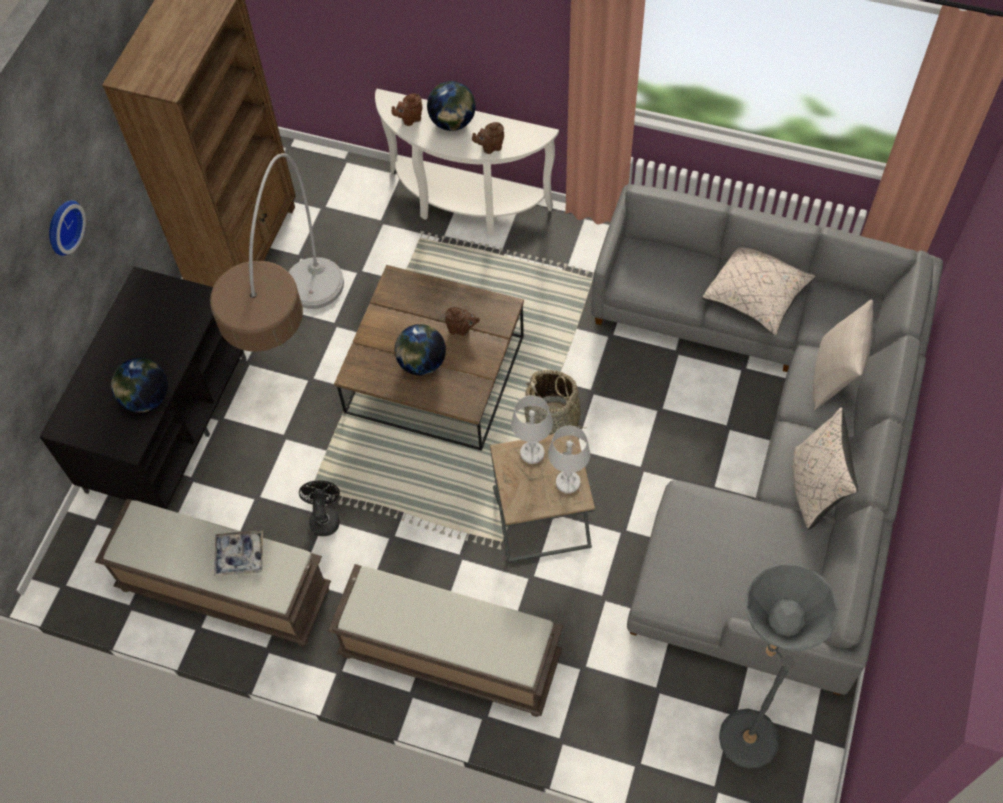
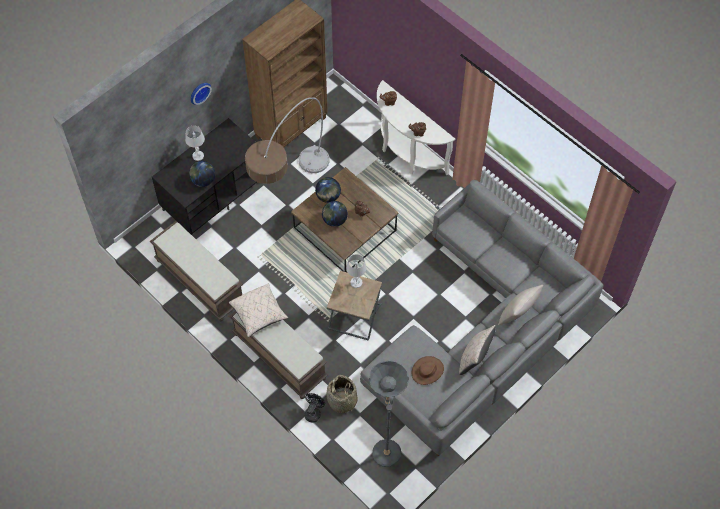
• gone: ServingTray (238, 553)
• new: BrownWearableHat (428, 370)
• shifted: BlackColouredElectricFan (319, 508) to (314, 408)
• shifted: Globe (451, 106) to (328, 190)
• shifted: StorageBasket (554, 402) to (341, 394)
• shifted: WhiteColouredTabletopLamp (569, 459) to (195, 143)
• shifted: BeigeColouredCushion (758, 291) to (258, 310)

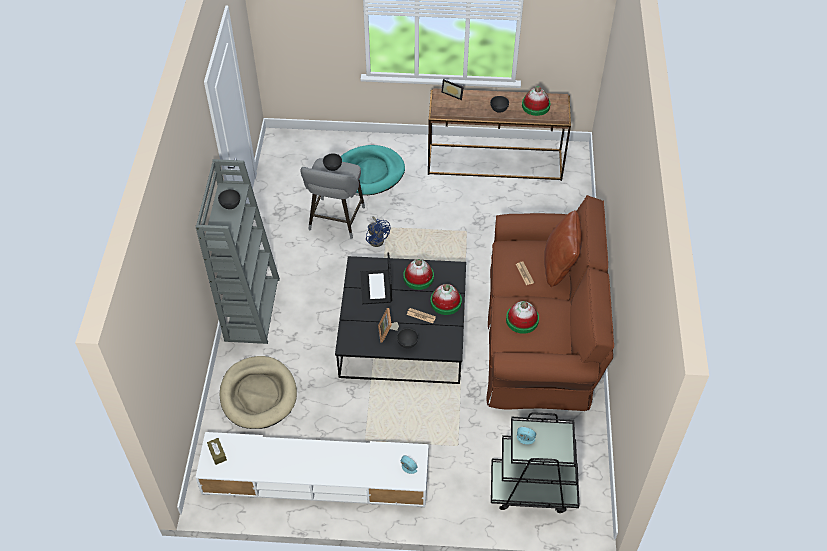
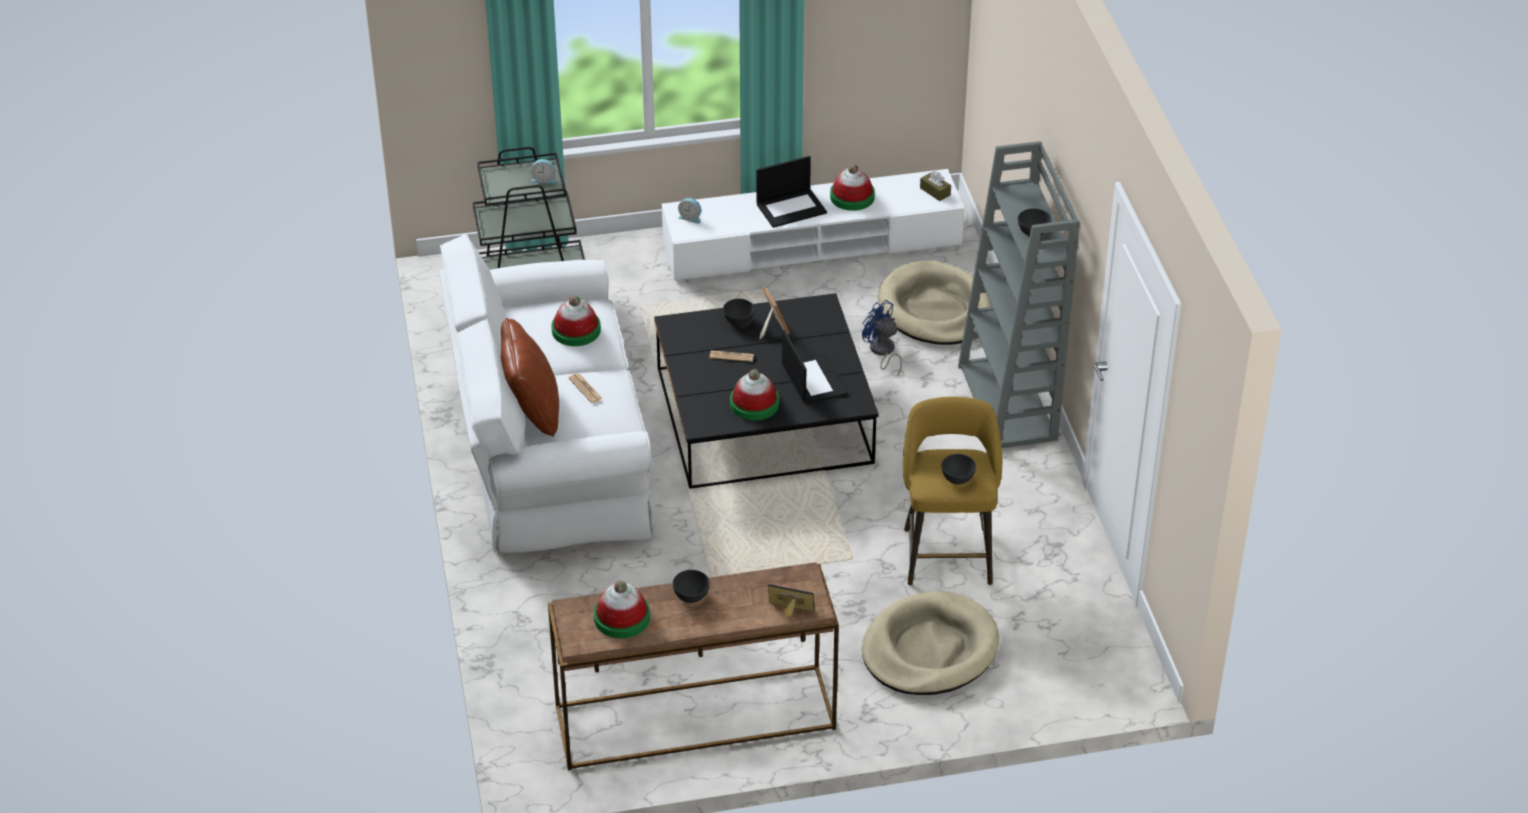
• new: Laptop (791, 192)
• shifted: BlueElectricFan (378, 231) to (882, 338)
• shifted: WearableHat (446, 299) to (852, 187)
• repainted: GrayStool (333, 198) to YellowishStool (952, 491)
• repainted: BlueGreenDogBed (373, 170) to BeigeColouredDogBed (930, 643)
• repainted: BrownCouch (550, 303) to WhiteColouredCouch (546, 393)

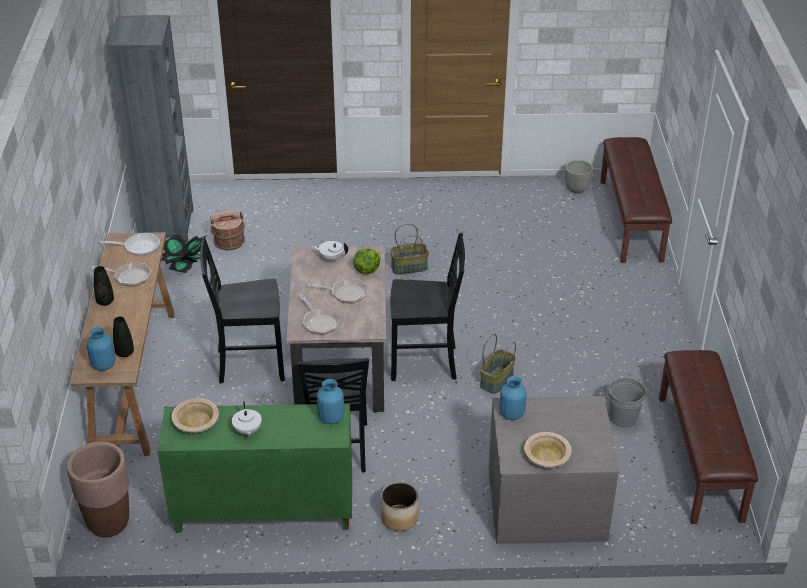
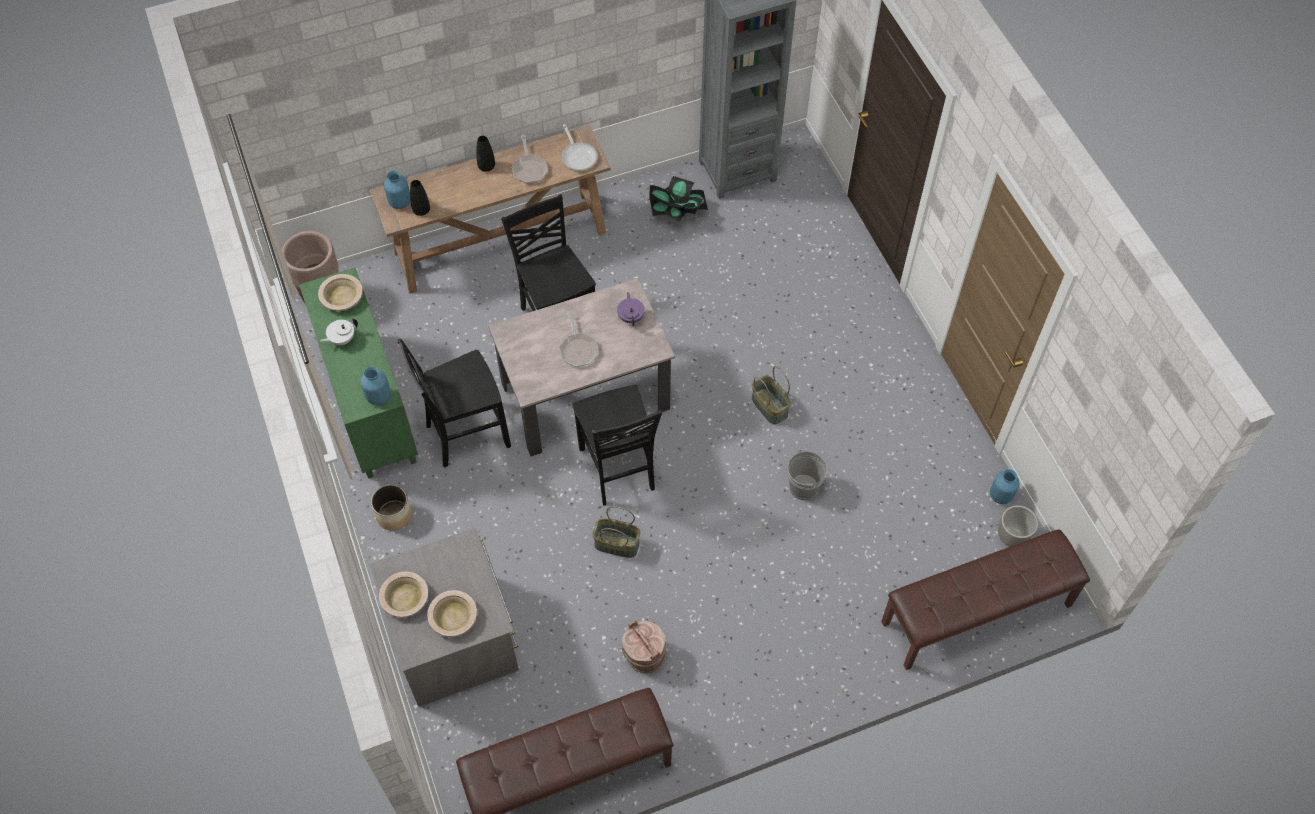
• gone: Pan (320, 314)
• gone: HeadOfLettuce (367, 261)
• new: BeigeColouredDeepDish (452, 613)
• shifted: BrownWaterBucket (227, 230) to (644, 646)
• shifted: BlueVase (513, 398) to (1005, 486)
• shifted: GrayWaterBucket (627, 402) to (807, 475)
• repainted: WhiteColouredPotForTea (330, 251) to PurplishPotForTea (631, 309)

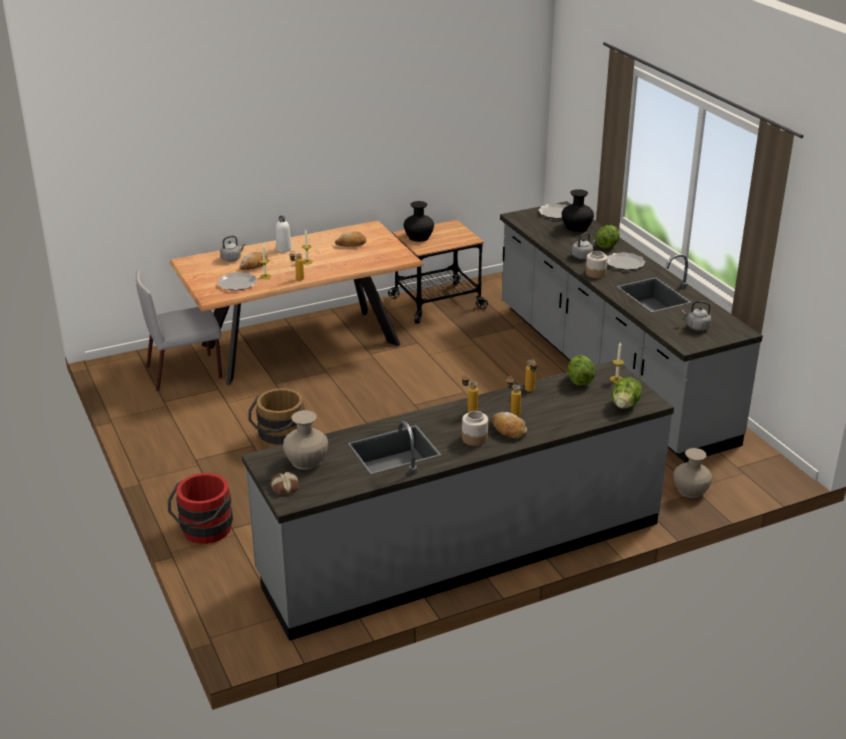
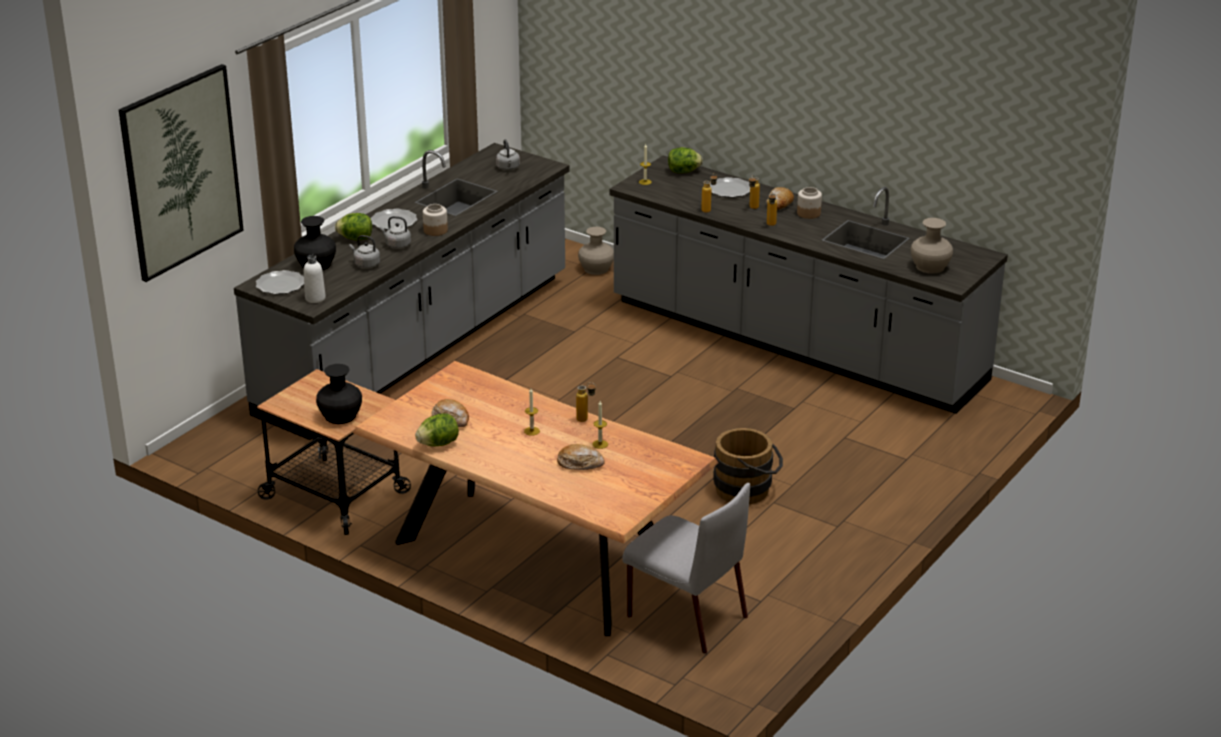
• gone: RedWaterBucket (200, 508)
• gone: Bread (284, 483)
• new: Picture (181, 173)
• shifted: DinnerPlate (237, 281) to (730, 187)
• shifted: GrayTeaKettle (233, 248) to (364, 252)
• shifted: WhiteColouredDrinkBottle (284, 234) to (315, 279)
• shifted: HeadOfLettuce (581, 370) to (437, 430)

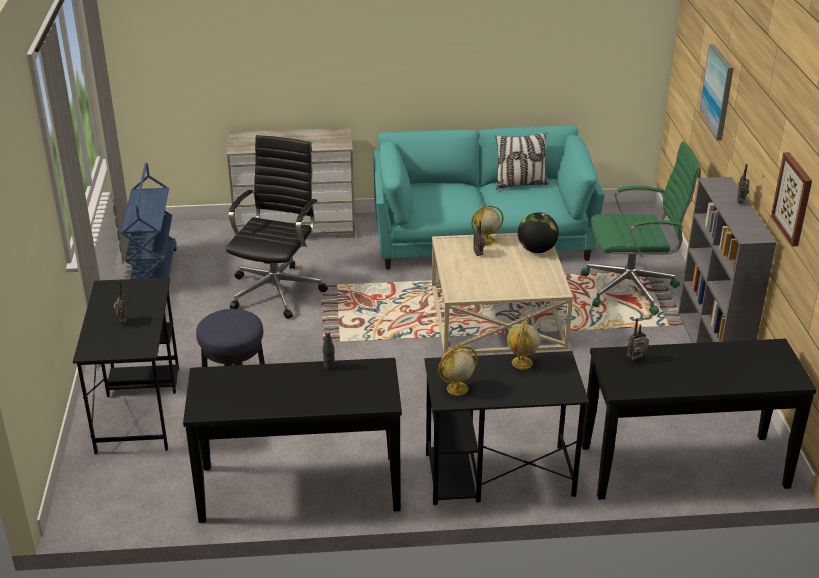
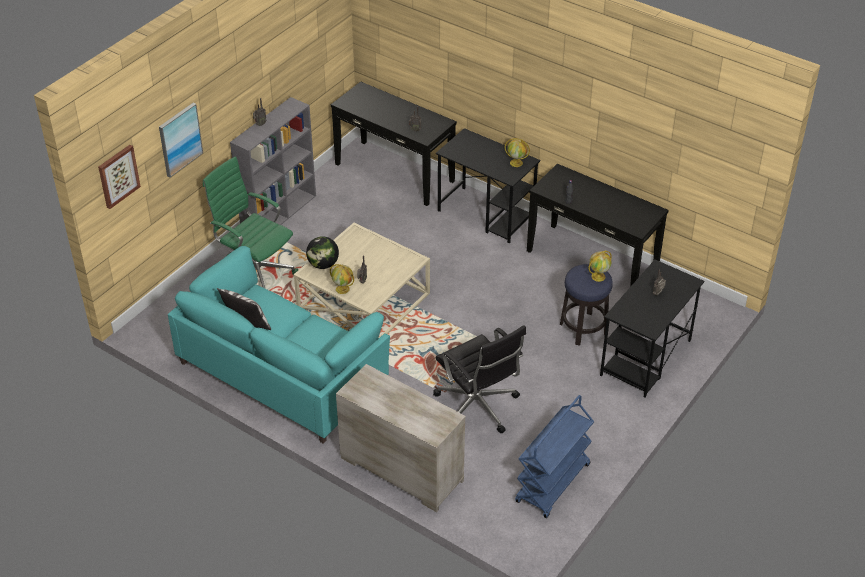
• shifted: Globe (523, 344) to (600, 266)
• shifted: Picture (791, 199) to (119, 177)
• rotated: BlackColouredComputerChair (277, 227) = (479, 379) 90 degrees counterclockwise

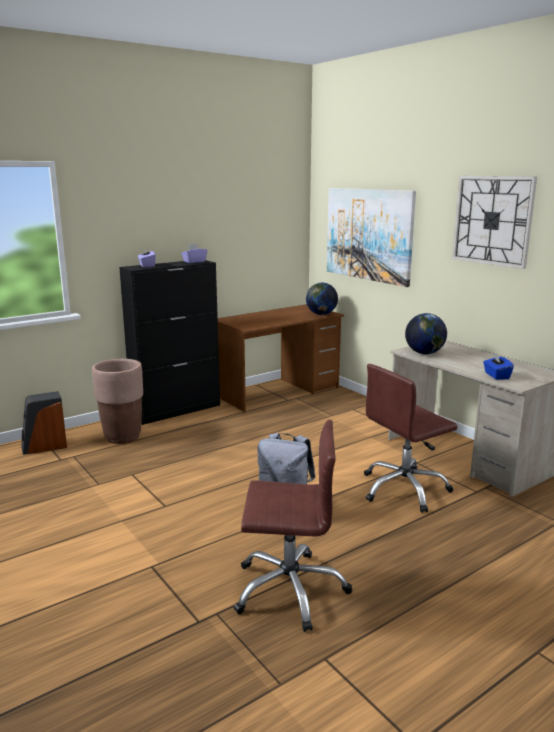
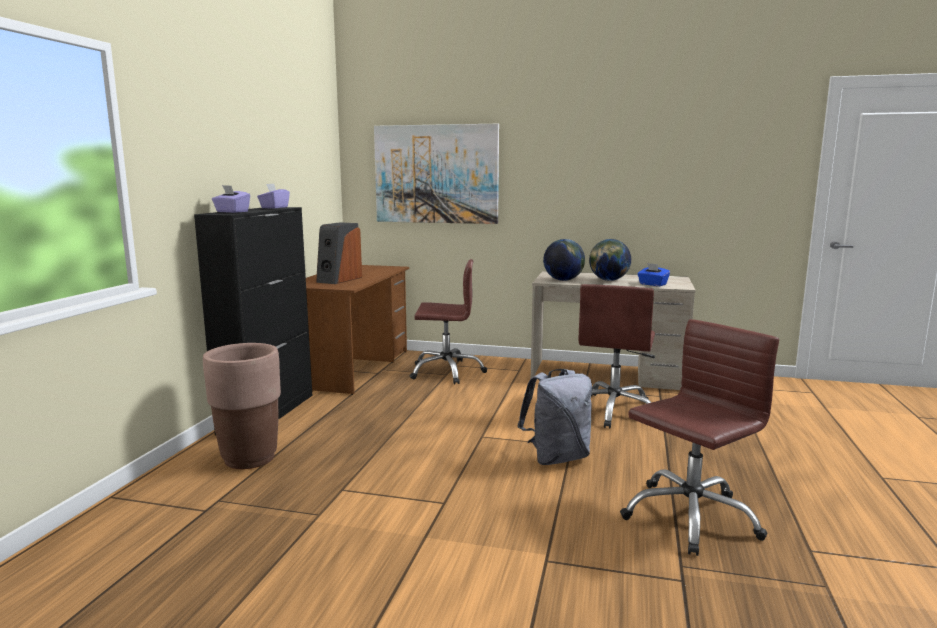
• gone: WallClock (494, 222)
• new: BrownComputerChair (448, 321)
• shifted: AudioSpeaker (44, 423) to (339, 253)
• shifted: Globe (322, 298) to (610, 260)

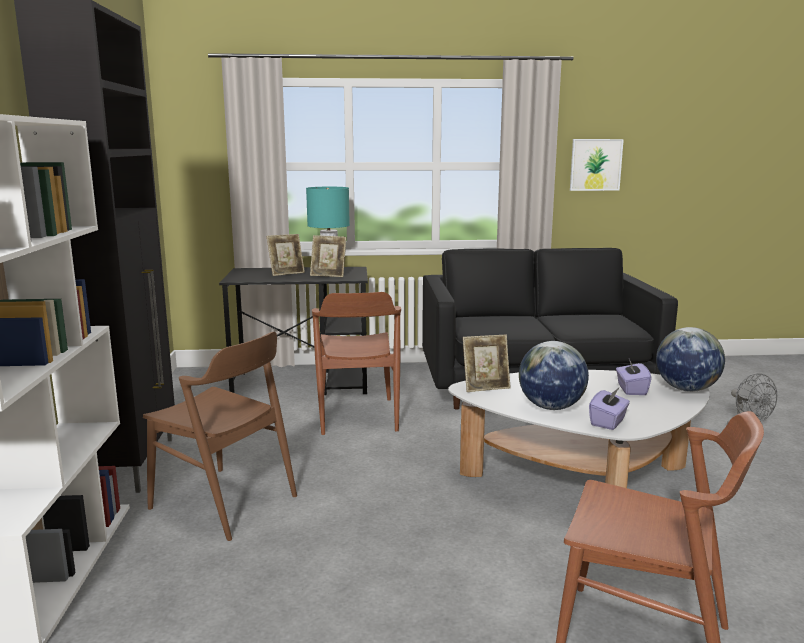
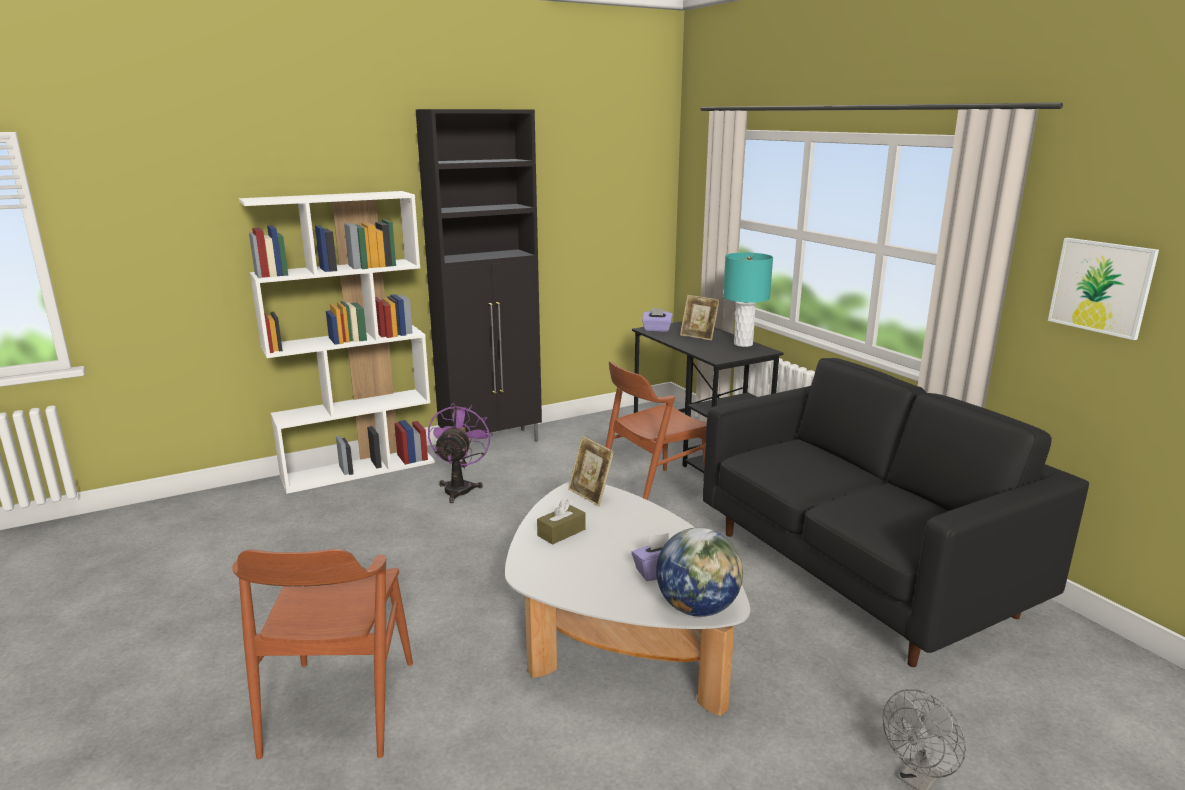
• gone: PhotoFrame (328, 256)
• shifted: PurplishBoxOfTissues (609, 409) to (657, 320)
• swapped: BrownUprightChair (220, 436) to PurplishElectricFan (460, 453)
• swapped: Globe (554, 375) to BrownBoxOfTissues (561, 522)

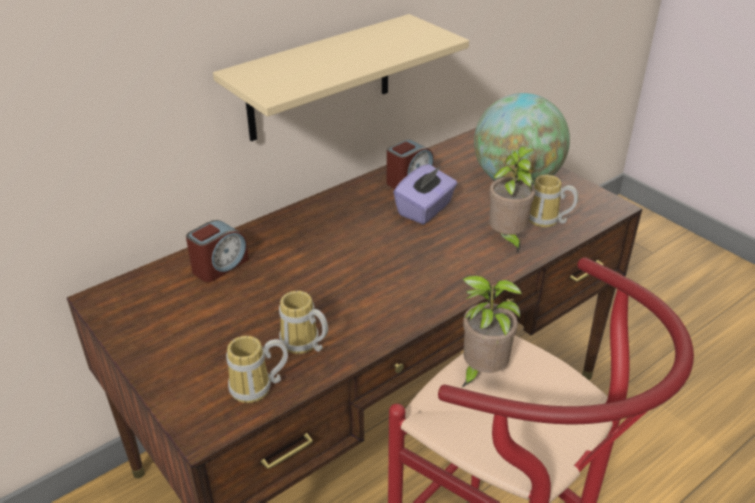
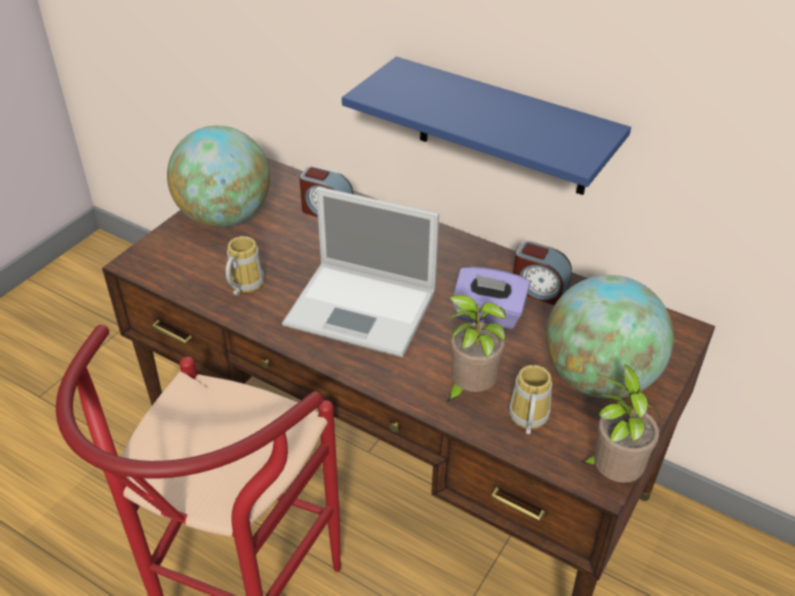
• gone: CoffeeMug (257, 369)
• new: Globe (218, 176)
• new: Laptop (360, 272)
• shifted: Houseplant (491, 331) to (621, 423)
• repainted: BeigeColouredWallShelf (341, 77) to BlueWallShelf (486, 126)

